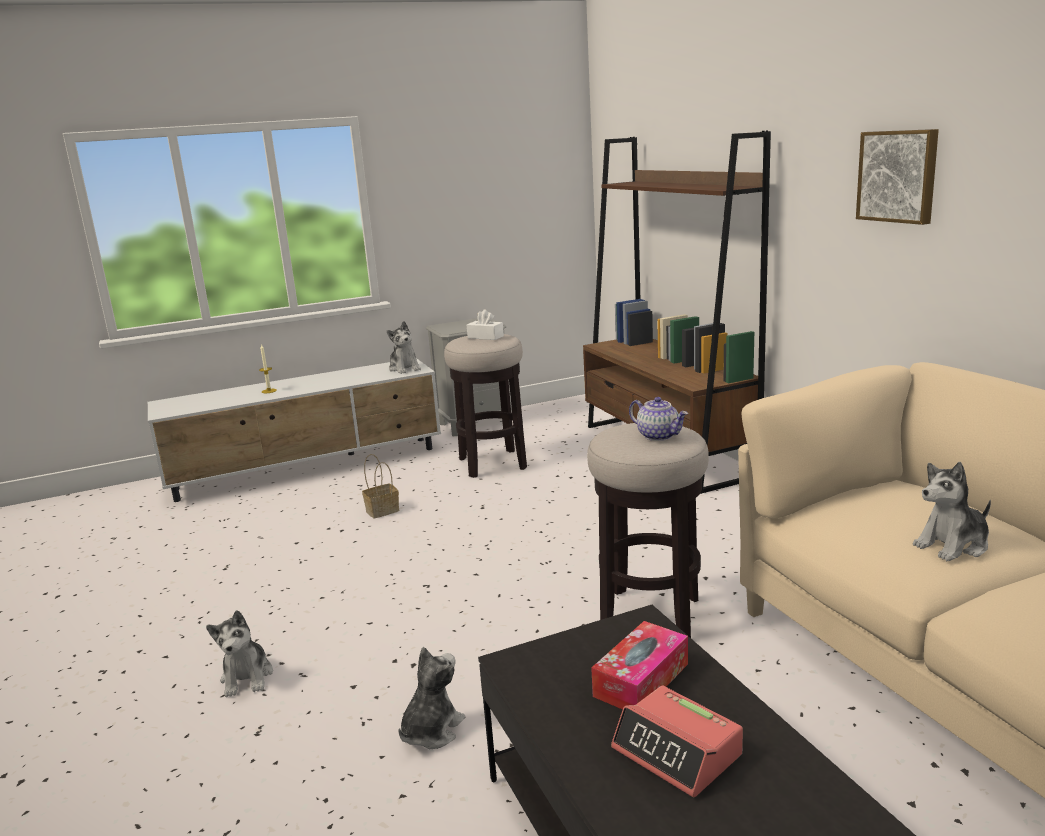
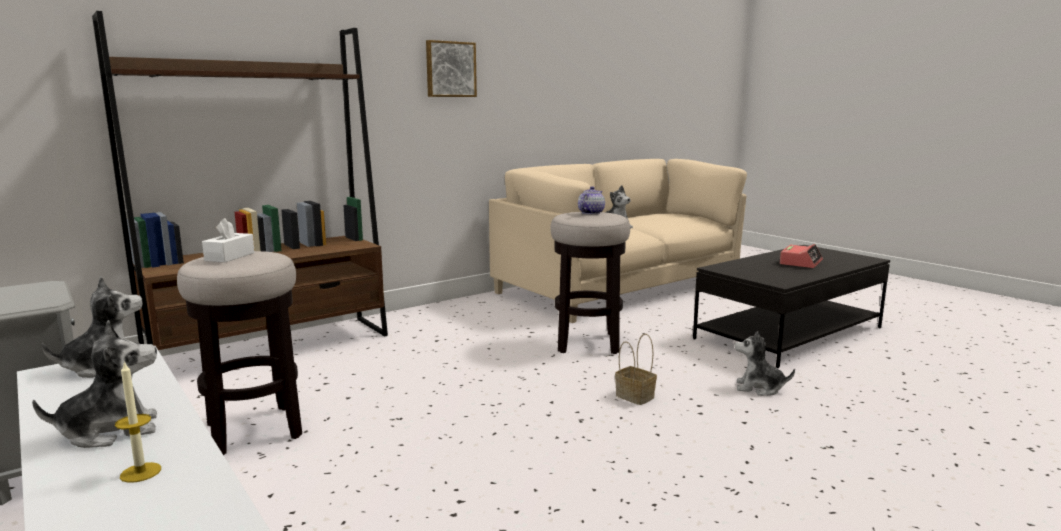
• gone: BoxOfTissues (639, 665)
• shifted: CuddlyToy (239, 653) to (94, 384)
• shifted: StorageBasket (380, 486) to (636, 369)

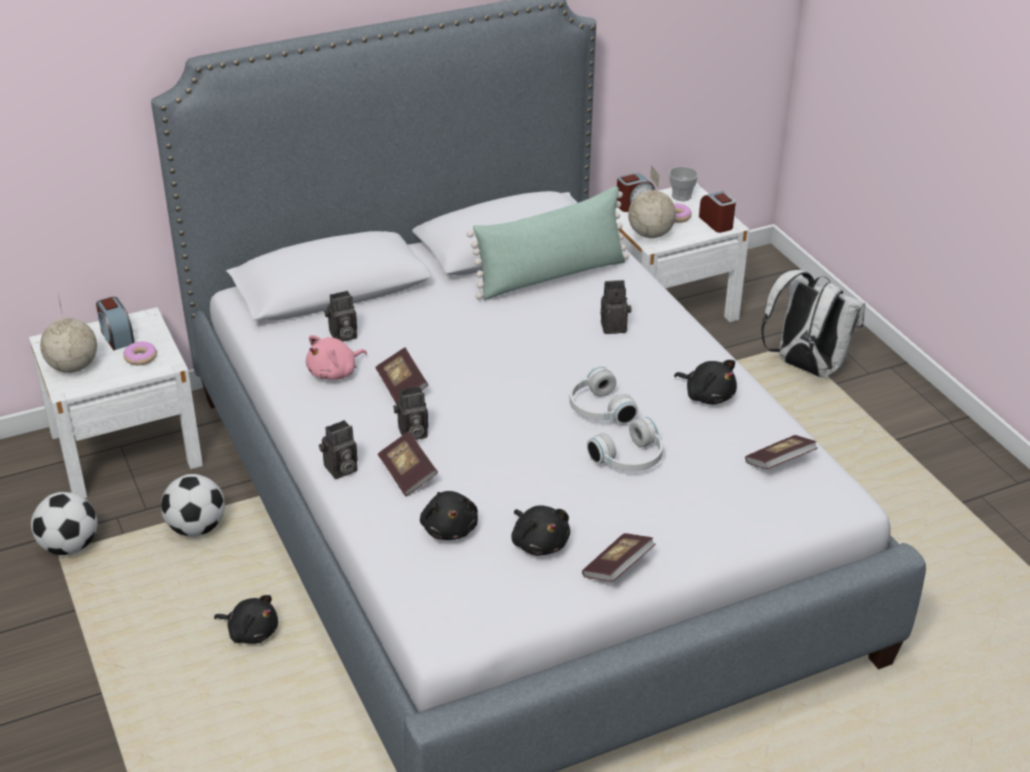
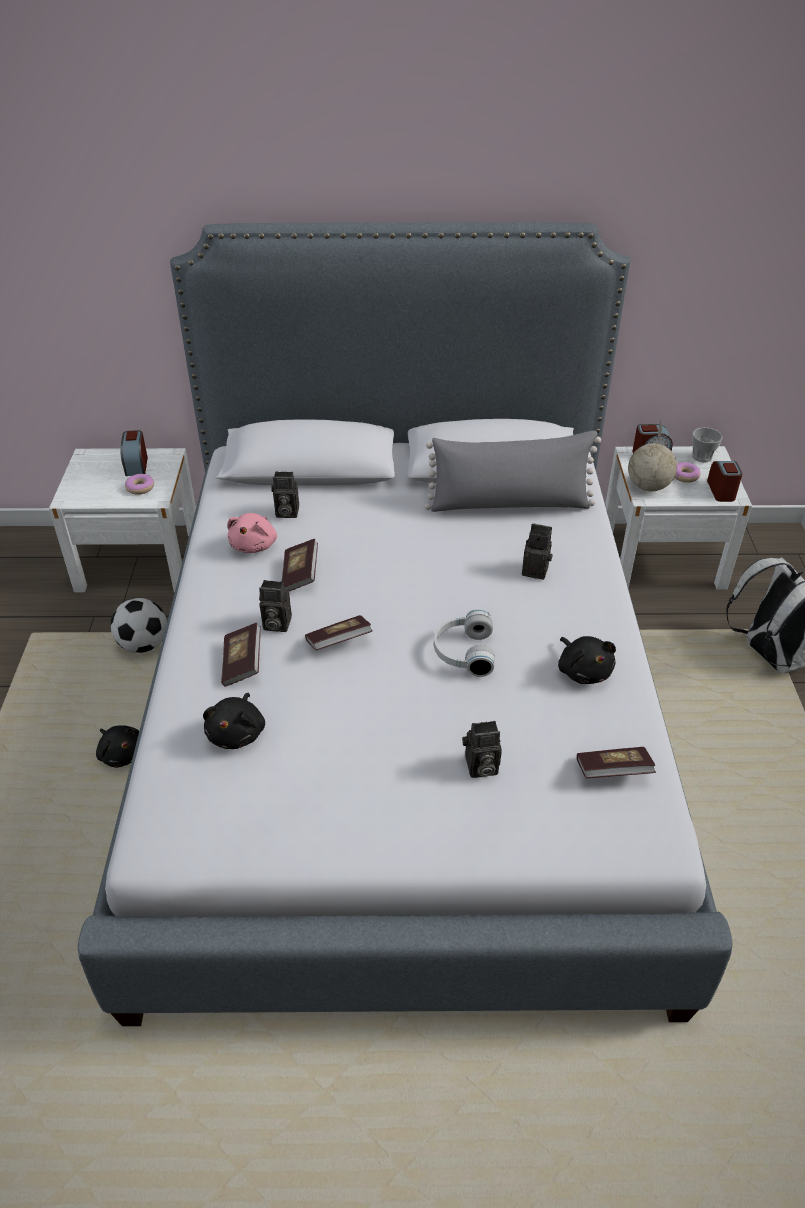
• gone: BallForFootball (64, 523)
• gone: Globe (68, 333)
• gone: BlackColouredCuddlyToy (540, 530)
• gone: WhiteColouredPairOfHeadphones (625, 444)
• shifted: PhotoCamera (338, 449) to (482, 749)
• shifted: Book (618, 557) to (339, 632)
• repainted: GreenColouredCushion (548, 243) to GrayCushion (513, 471)
• rotated: PinkColouredCuddlyToy (336, 357) = (252, 533) 60 degrees counterclockwise

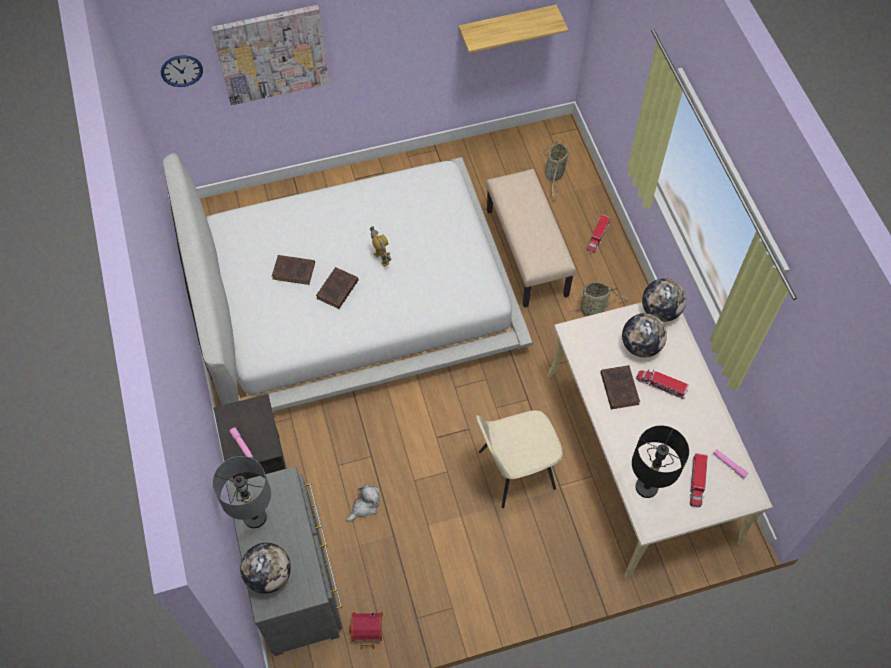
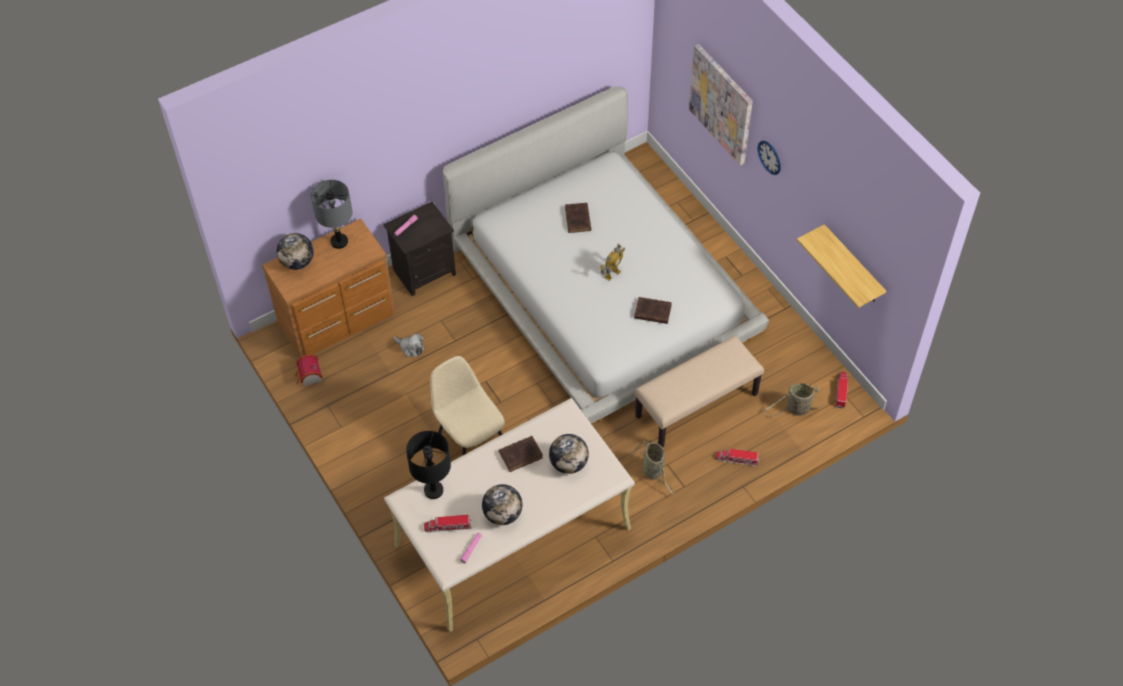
• shifted: WallClock (182, 71) to (769, 158)
• shifted: BrownBook (337, 288) to (653, 310)
• shifted: ToyLorry (662, 384) to (842, 390)
• shifted: Globe (664, 300) to (502, 504)
• repainted: GrayDresser (284, 561) to BrownDresser (328, 288)

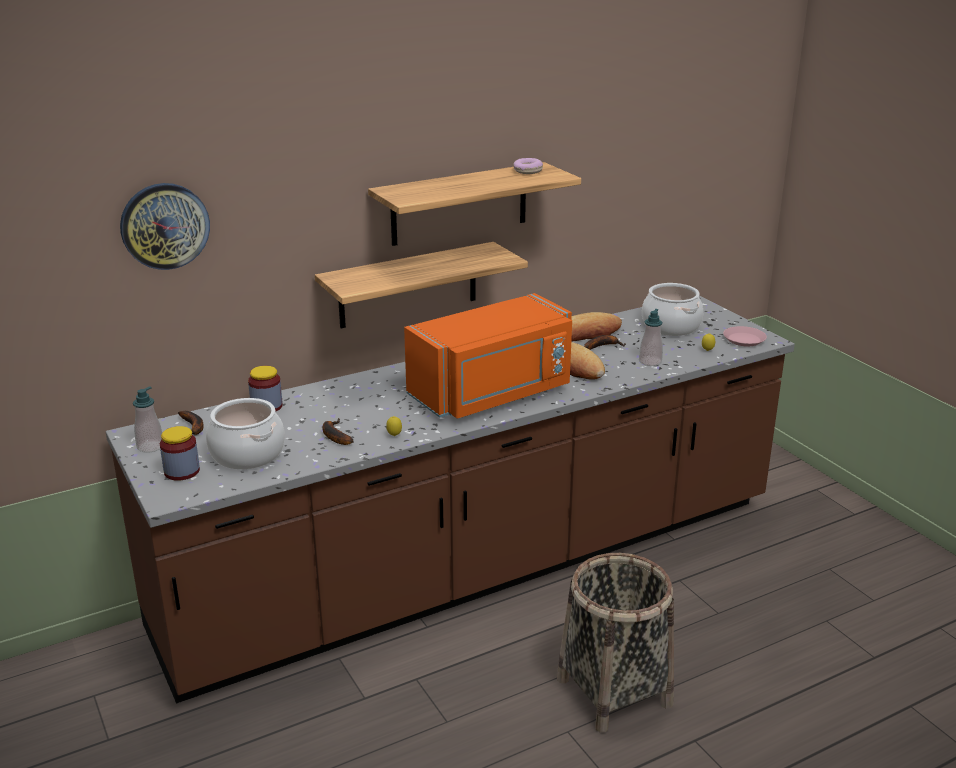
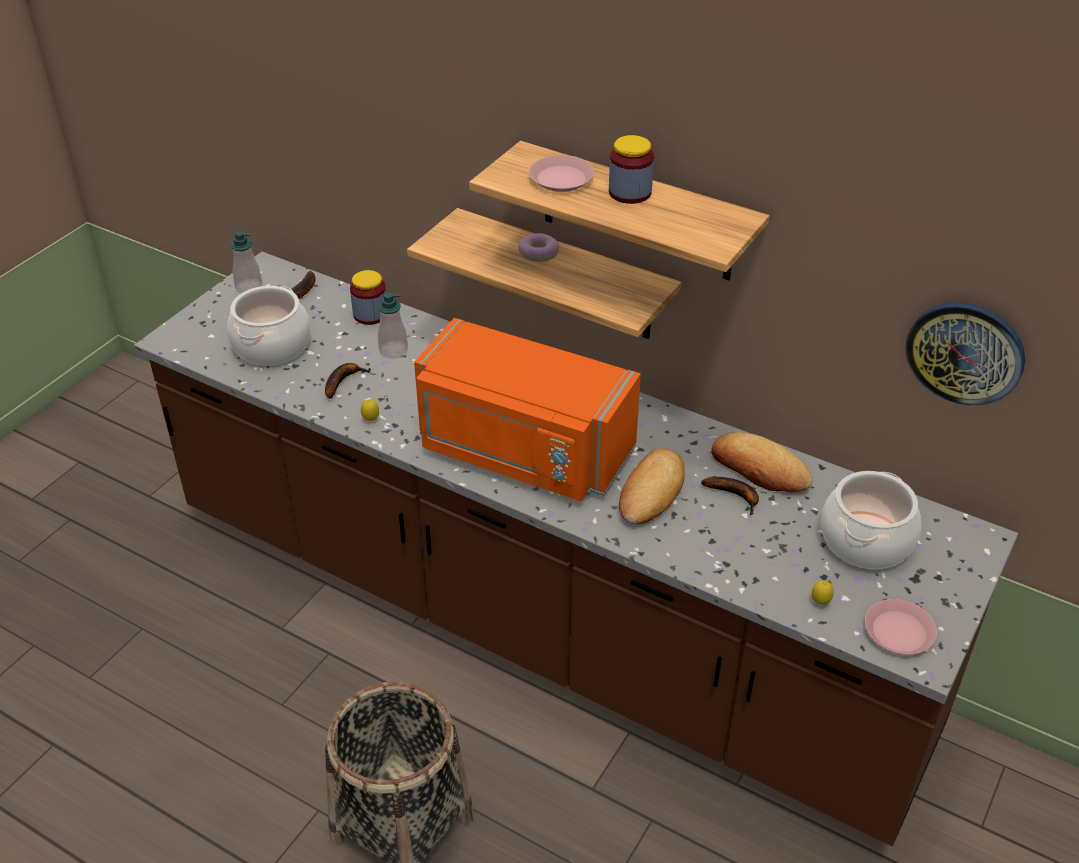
• new: PinkColouredDinnerPlate (561, 173)
• shifted: WallClock (165, 226) to (965, 353)
• shifted: PreserveJar (180, 453) to (631, 169)
• shifted: Donut (528, 166) to (538, 247)
• shifted: SoapDispenser (651, 337) to (393, 325)

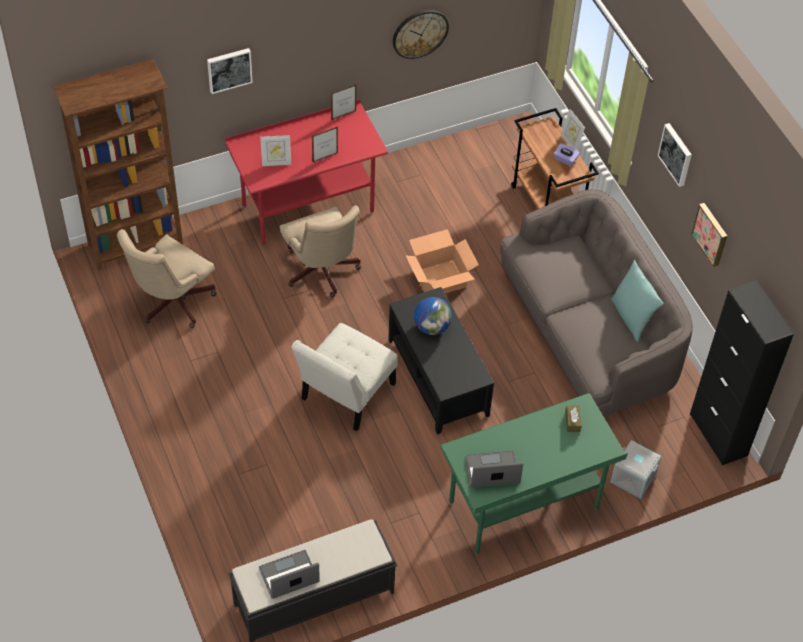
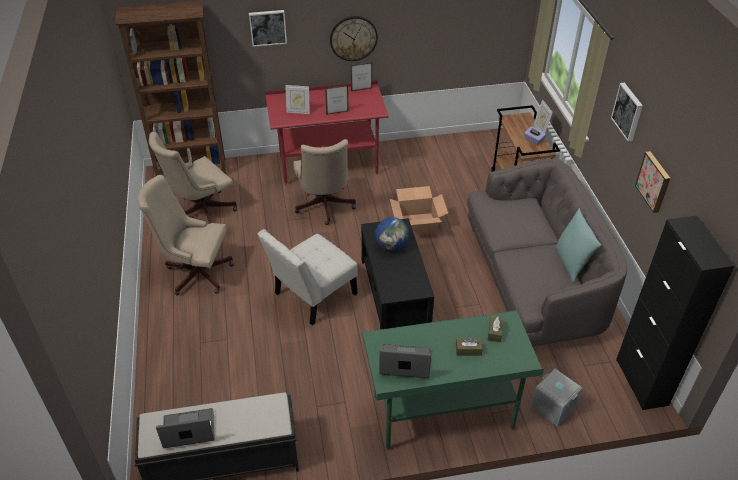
• new: BeigeColouredComputerChair (185, 235)
• new: BrownBoxOfTissues (469, 347)
• shifted: WallClock (421, 34) to (354, 38)

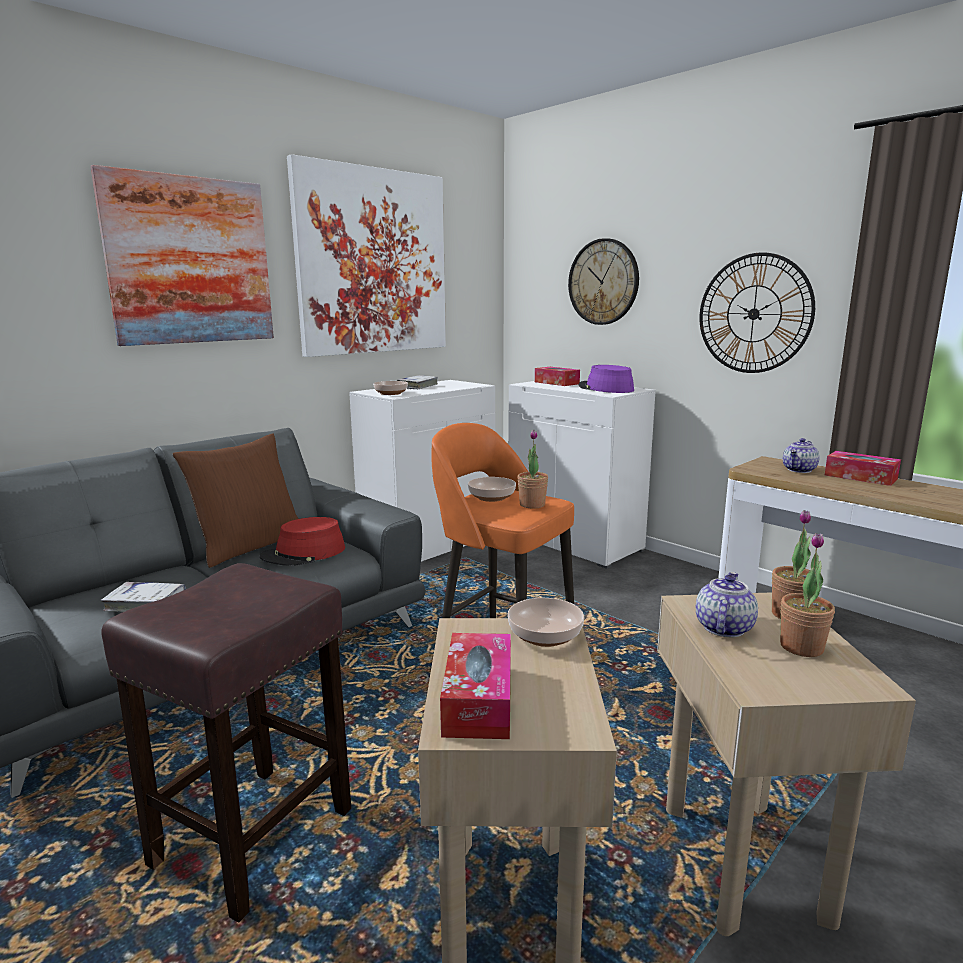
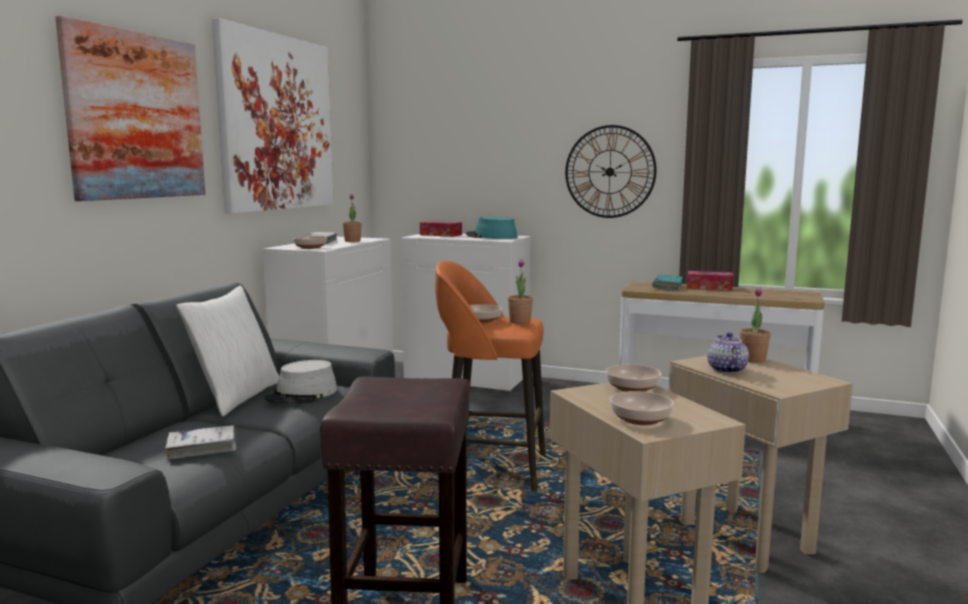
• gone: WallClock (603, 281)
• shifted: Houseplant (807, 595) to (352, 218)
• swapped: BoxOfTissues (475, 686) to DeepDish (642, 408)
• swapped: PotForTea (801, 455) to BlueGreenBook (667, 283)
• repainted: BrownCushion (235, 500) to WhiteColouredCushion (227, 351)
• repainted: RedWearableHat (302, 541) to GrayWearableHat (301, 382)
• repainted: PurplishWearableHat (606, 379) to BlueGreenWearableHat (491, 228)

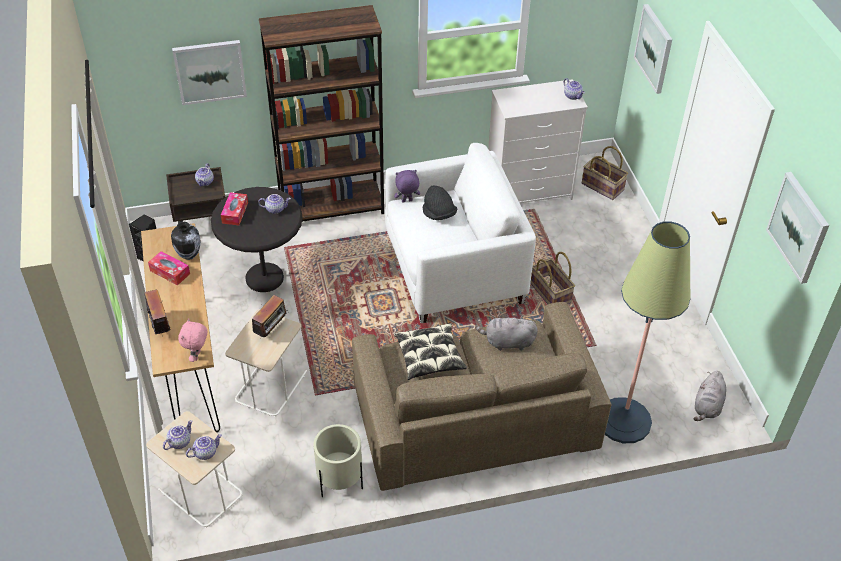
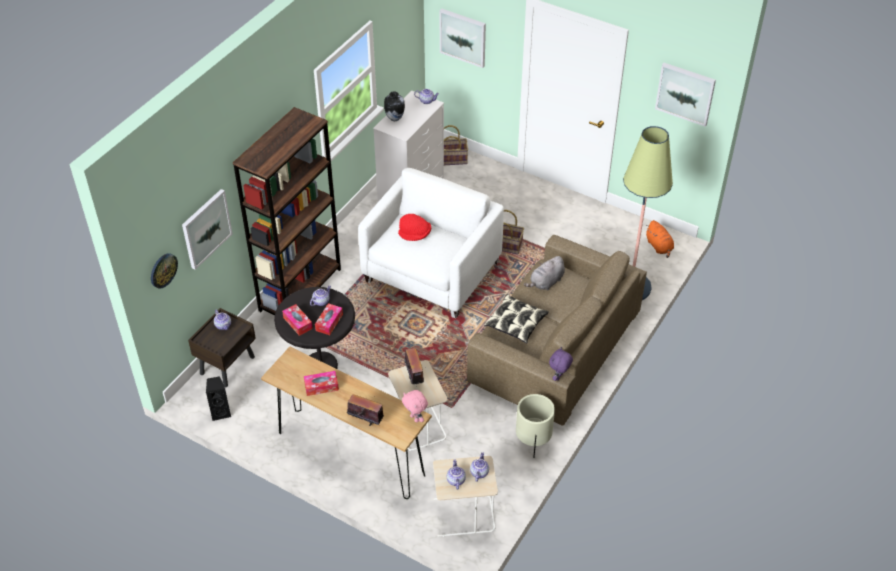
• new: WallClock (164, 271)
• new: BoxOfTissues (329, 319)
• shifted: Vase (186, 241) to (394, 106)
• shifted: PurplishCuddlyToy (407, 186) to (561, 364)
• repainted: BlackColouredWearableHat (440, 203) to RedWearableHat (414, 227)
• repainted: GrayCuddlyToy (710, 396) to OrangeCuddlyToy (660, 239)

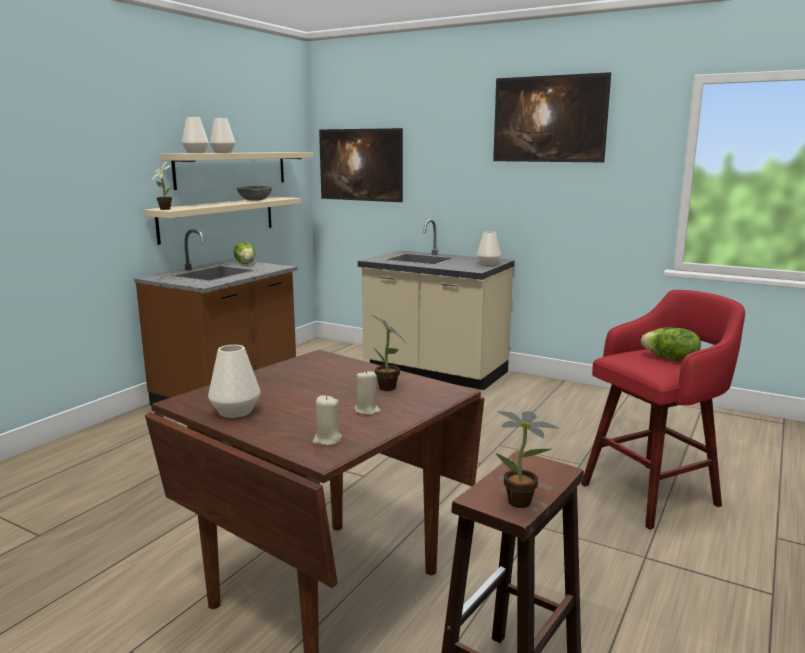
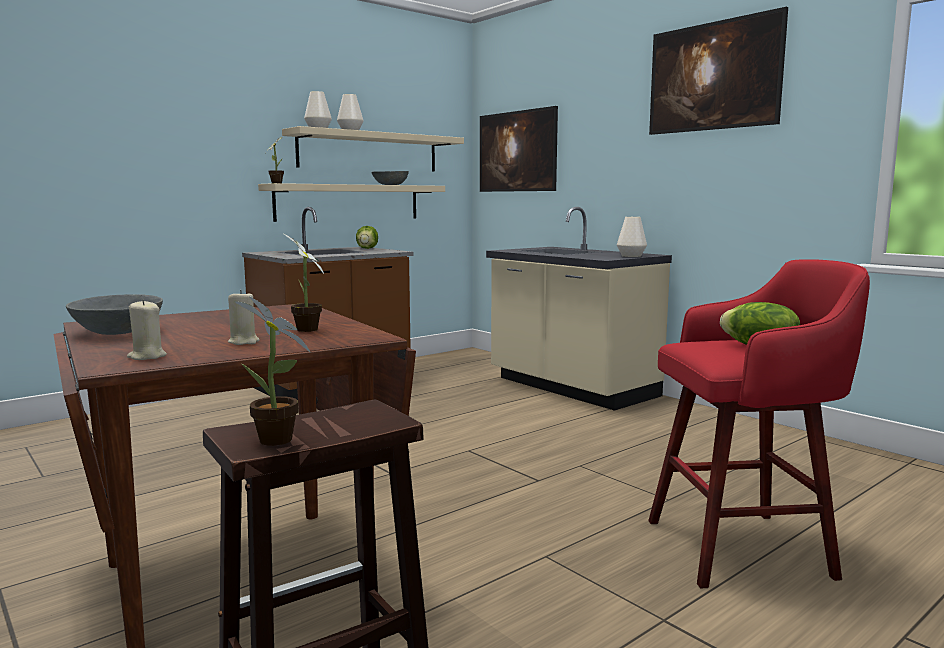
• swapped: WhiteColouredVase (234, 381) to GrayDeepDish (114, 314)

